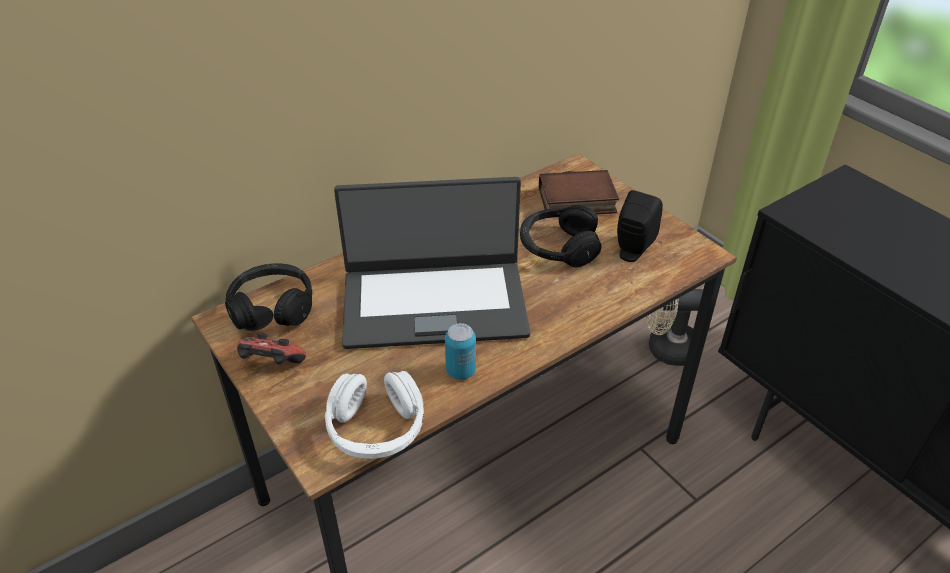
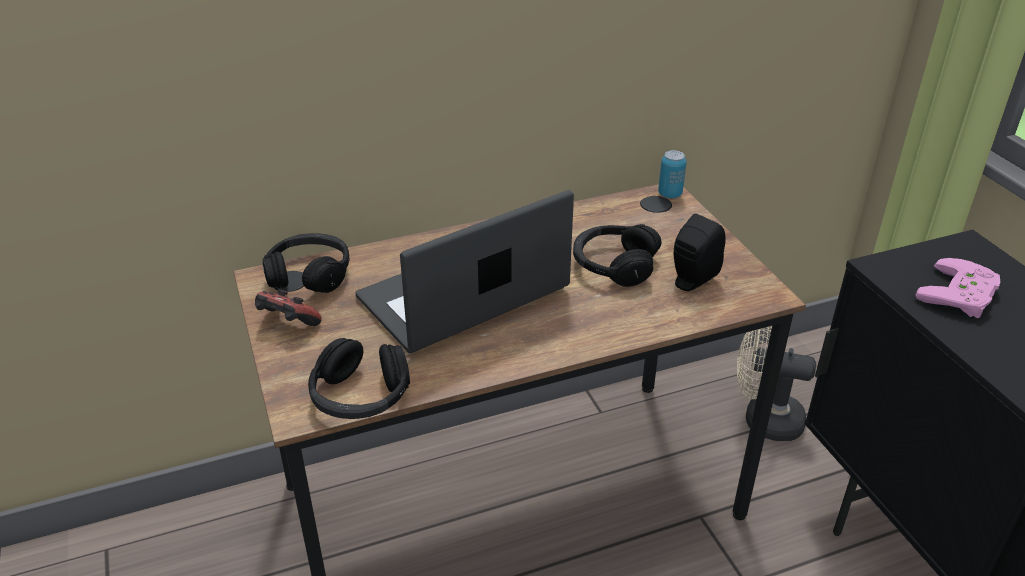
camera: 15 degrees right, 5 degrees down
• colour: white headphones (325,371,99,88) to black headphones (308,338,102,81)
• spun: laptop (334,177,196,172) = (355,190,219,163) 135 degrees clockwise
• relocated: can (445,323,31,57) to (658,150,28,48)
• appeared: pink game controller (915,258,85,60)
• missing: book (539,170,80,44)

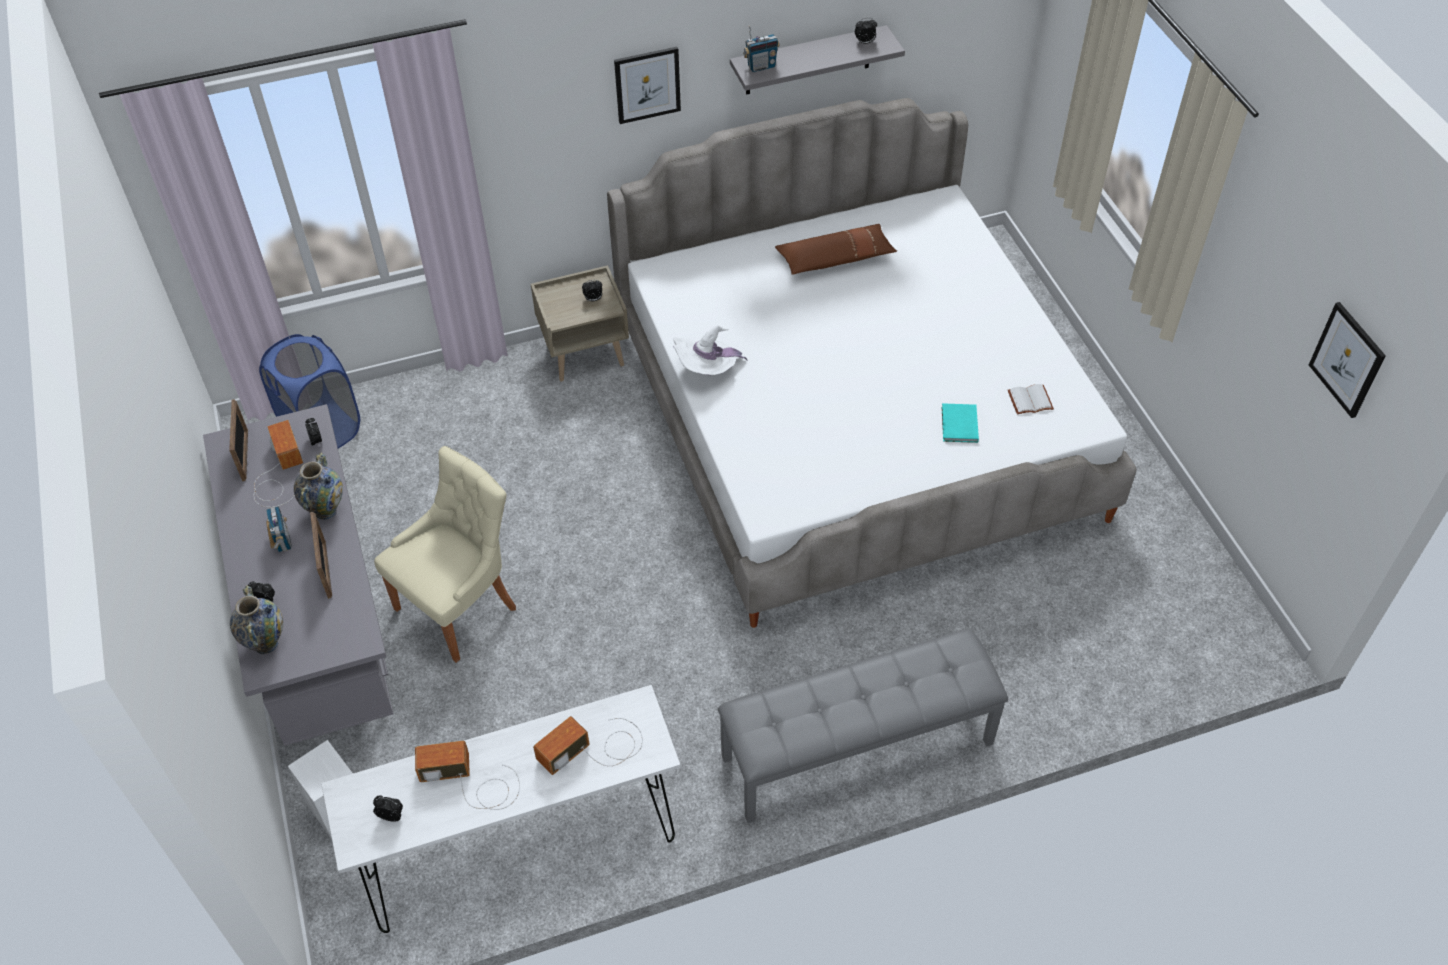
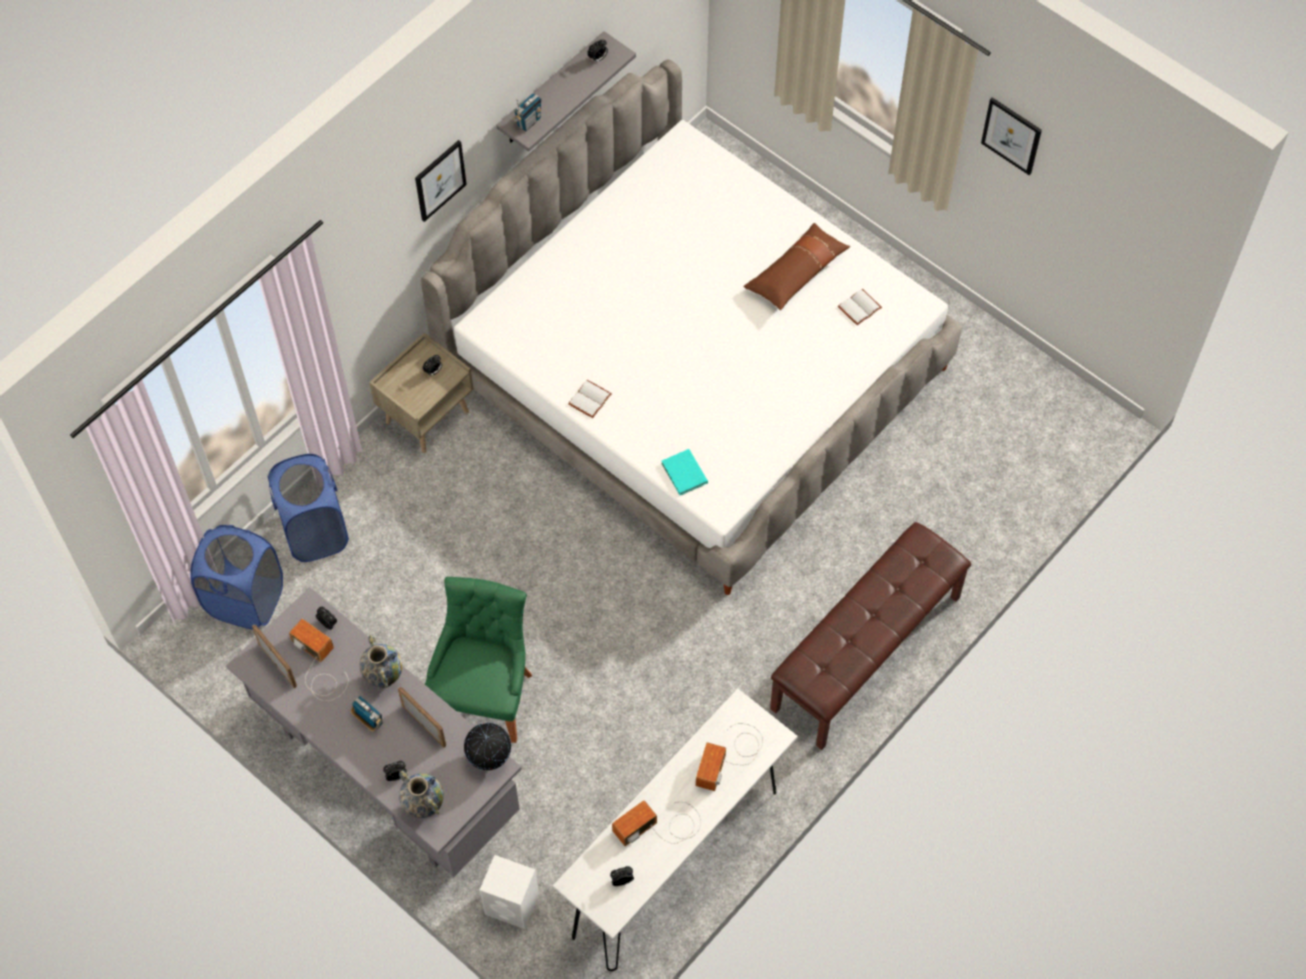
camera: 30 degrees left, 10 degrees up
• appeared: blue laundry basket (267,454,82,108)
• colour: beige chair (374,446,142,217) to green chair (425,577,107,166)
• appeared: globe (464,723,47,47)
• exchanged: white hat (673,325,75,50) to white book (568,380,44,38)
• relocated: turquoise book (942,403,37,40) to (661,449,47,46)
• relocated: brown pillow (775,224,122,51) to (743,223,107,87)
• colour: grey bench (718,629,290,194) to brown bench (770,522,201,228)
• relocated: picture (1309,302,77,116) to (981,98,61,77)

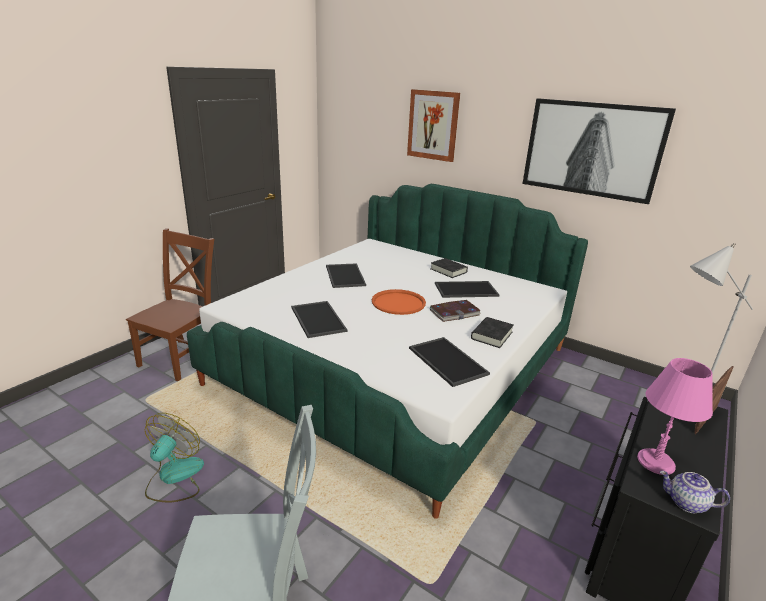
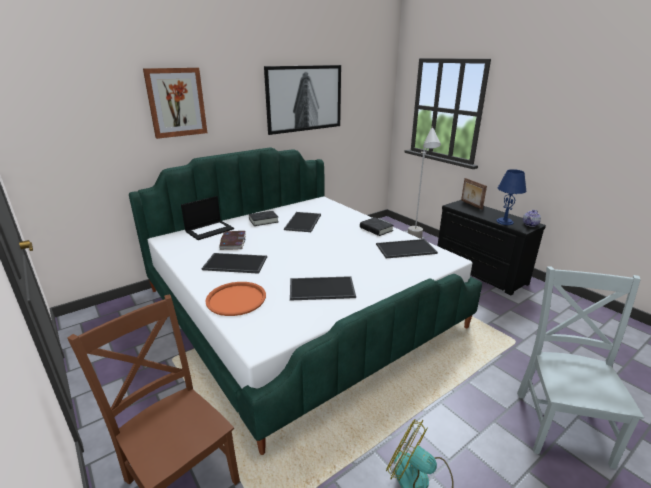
camera: 70 degrees left, 0 degrees up
• appeared: laptop (181,196,53,44)
• relocated: orange tray (372,289,54,26) to (205,282,61,34)
• relocated: book (430,300,51,22) to (219,231,27,19)
• colour: pink table lamp (637,358,76,117) to blue table lamp (496,169,30,56)

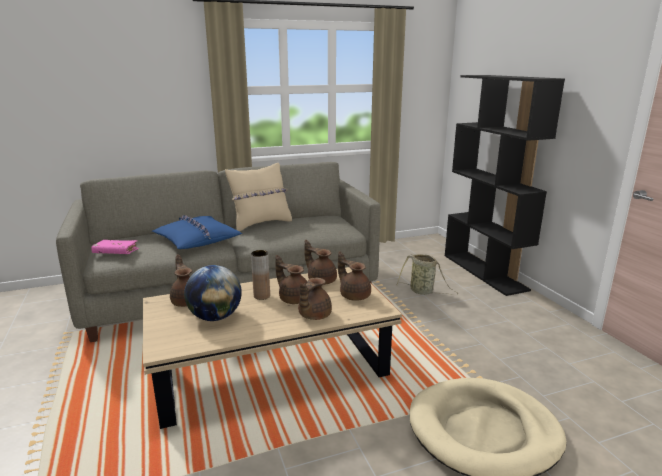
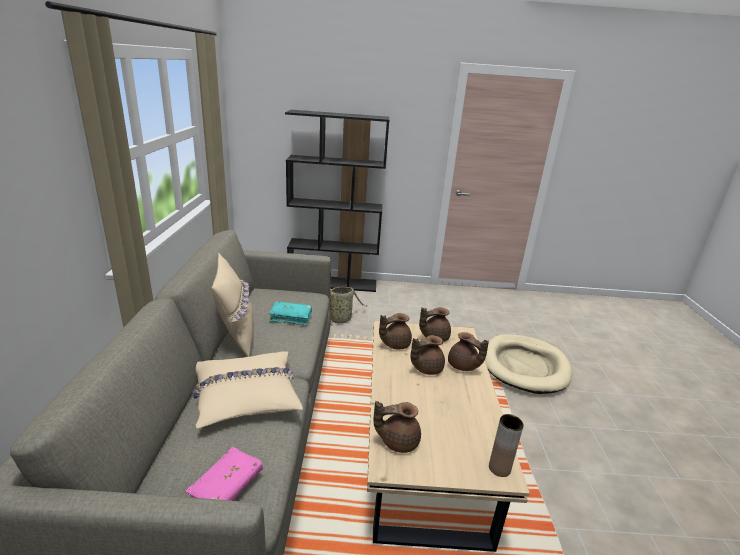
camera: 70 degrees left, 5 degrees up
• colour: blue pillow (152,215,90,34) to beige pillow (192,351,111,78)
• appeared: turquoise book (269,301,43,25)
• relocated: brown vase (251,250,19,50) to (489,414,35,63)
• missing: globe (184,265,58,56)

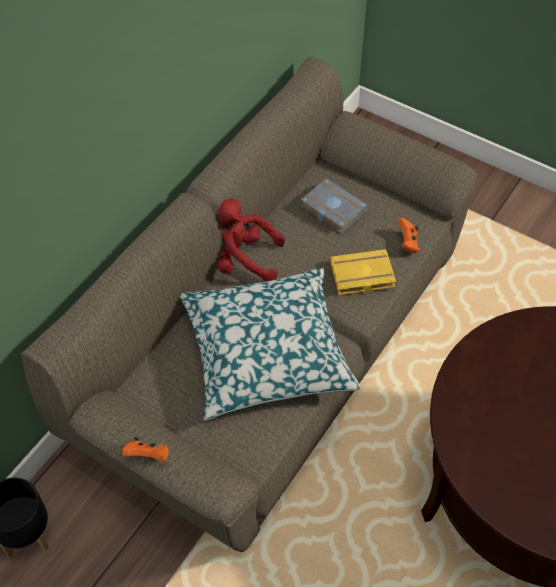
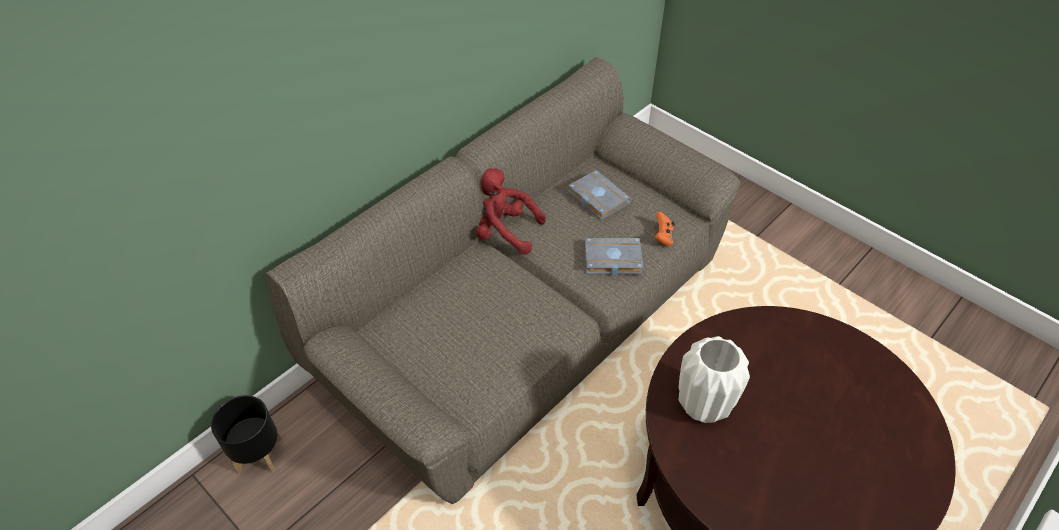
camera: 10 degrees right, 5 degrees down
• colour: yellow book (330,249,66,46) to grey book (585,238,58,38)
• appeared: white vase (679,336,71,87)
• missing: orange game controller (122,437,47,25)
• missing: pillow (180,268,181,152)

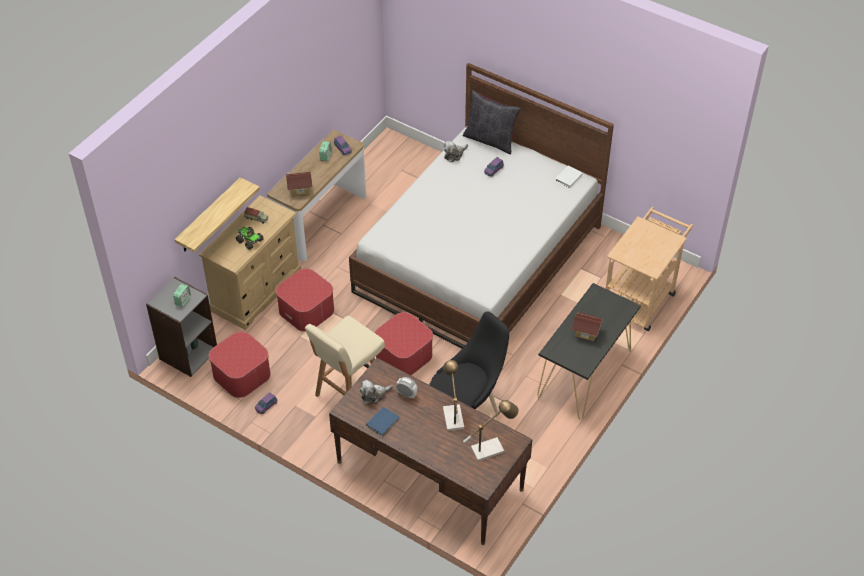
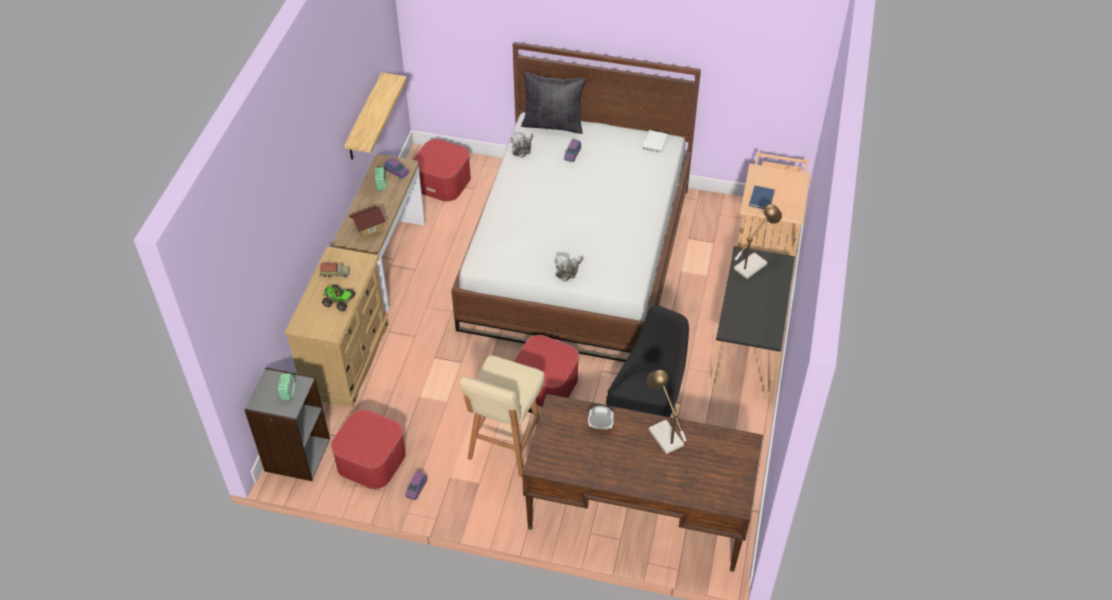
camera: 20 degrees left, 0 degrees up
• relocated: shelf (174,177,86,75) to (344,73,63,87)
• relocated: ottoman (276,269,58,63) to (413,139,58,63)
• relocated: plush toy (360,380,33,25) to (554,255,30,26)
• relocated: table lamp (463,400,56,61) to (734,204,48,75)
• relocated: blue book (366,407,33,29) to (749,186,26,23)
• missing: toy house (571,312,32,30)

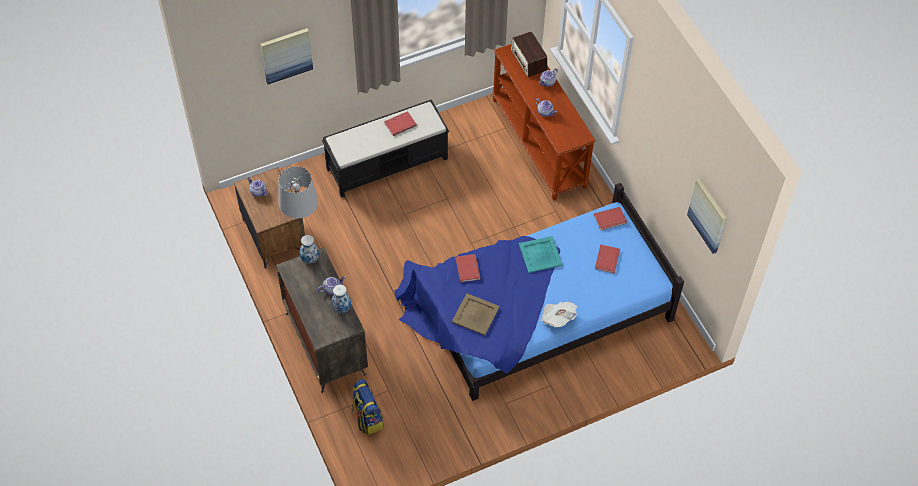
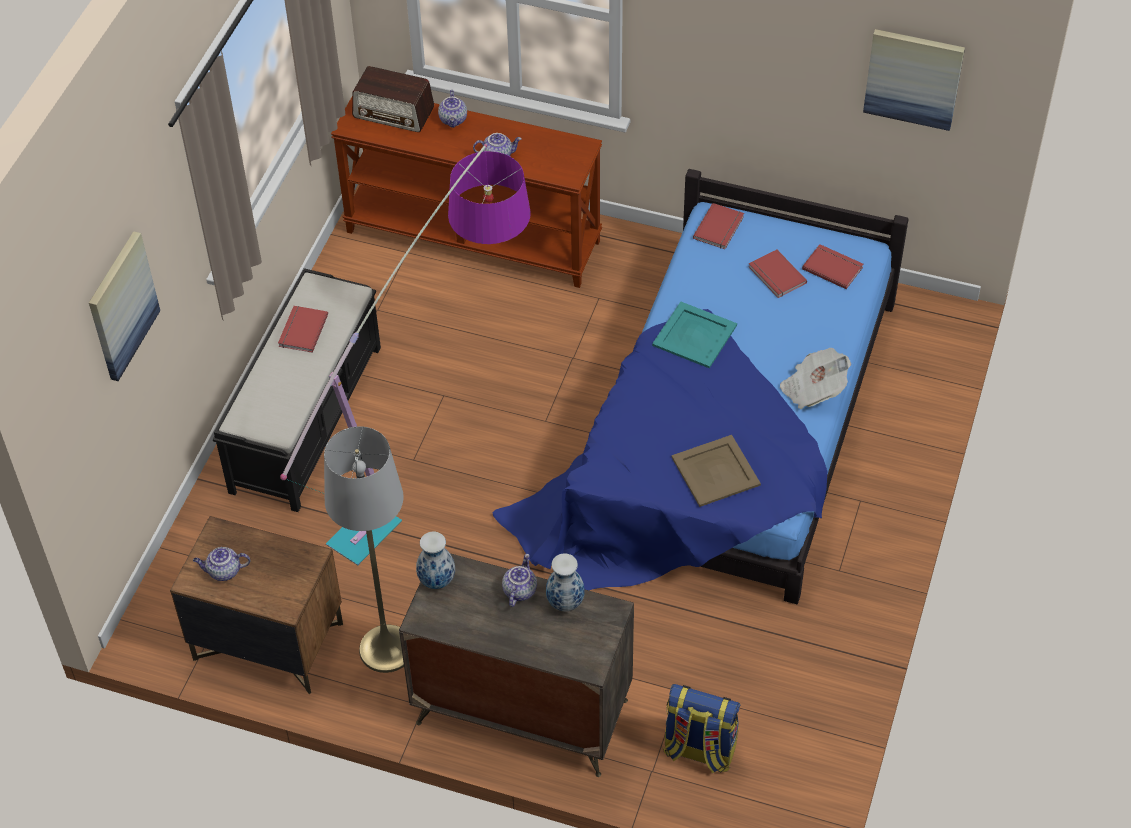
camera: 45 degrees left, 5 degrees down
• appeared: floor lamp (280,144,251,421)
• relocated: red book (455,254,25,28) to (802,244,61,45)

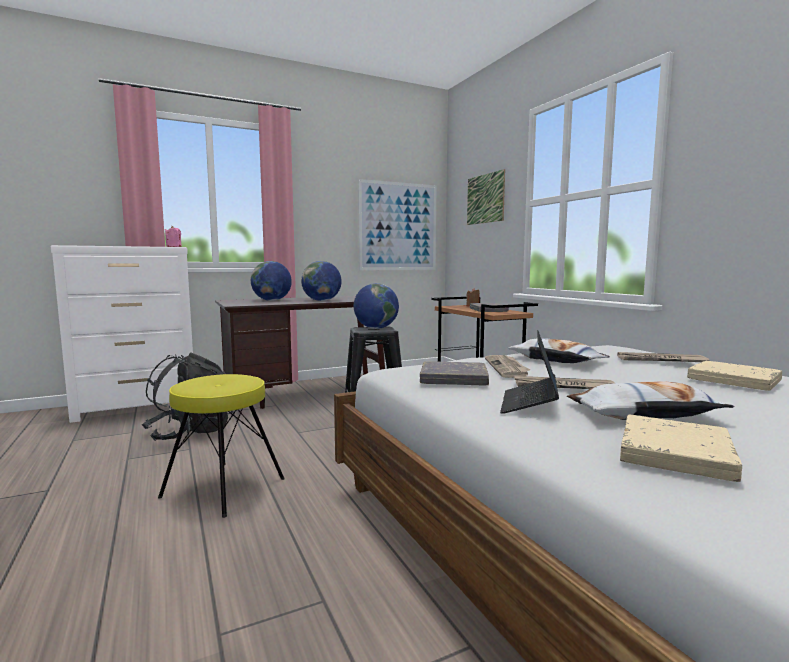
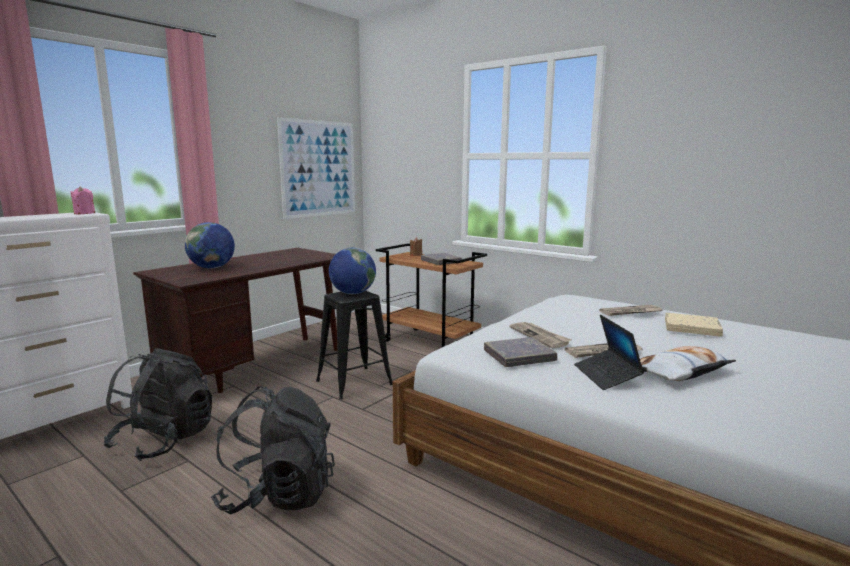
camera: 25 degrees left, 5 degrees up
• exchanged: yellow stool (158,374,127,144) to black backpack (211,386,124,128)
• missing: globe (301,261,41,40)
• missing: picture (467,169,38,56)
• missing: pillow (508,338,102,25)
• missing: beige book (620,415,122,67)

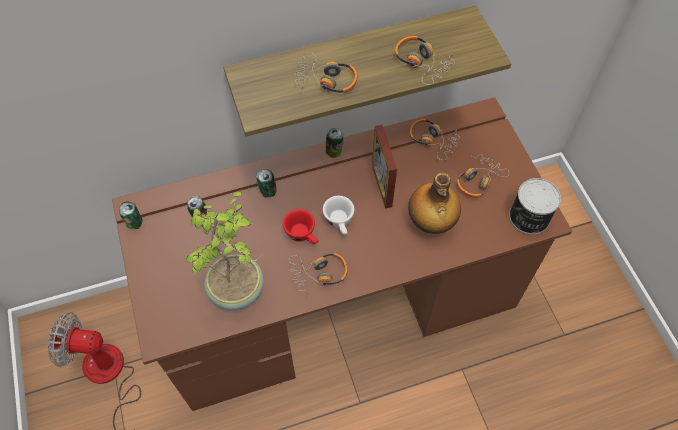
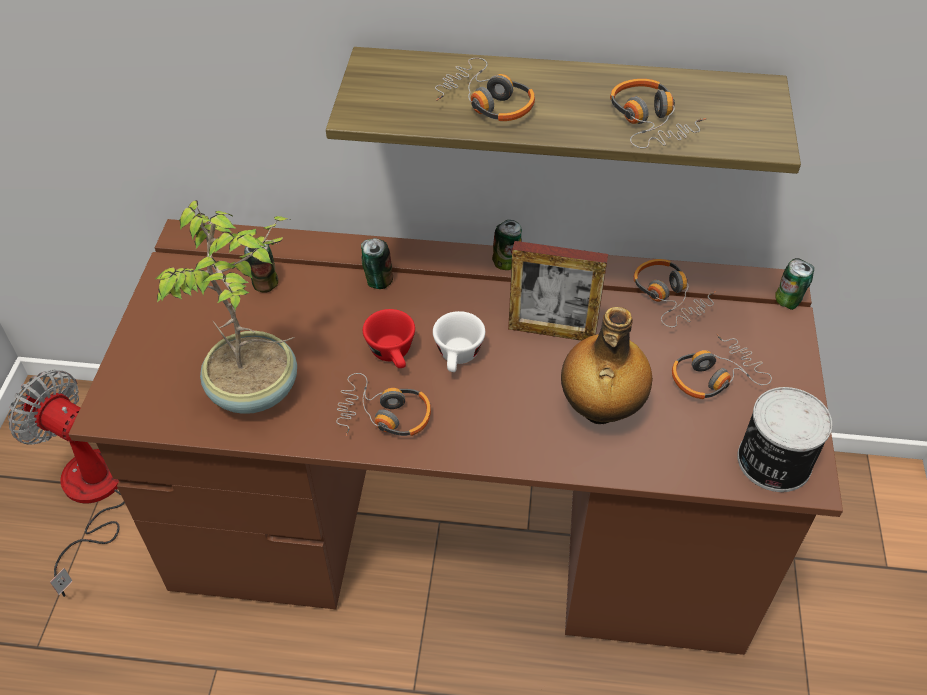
camera: 25 degrees right, 10 degrees down
• spun: picture frame (372,125,25,83) = (508,241,100,100) 90 degrees counterclockwise
• relocated: can (119,202,23,27) to (775,258,39,52)

